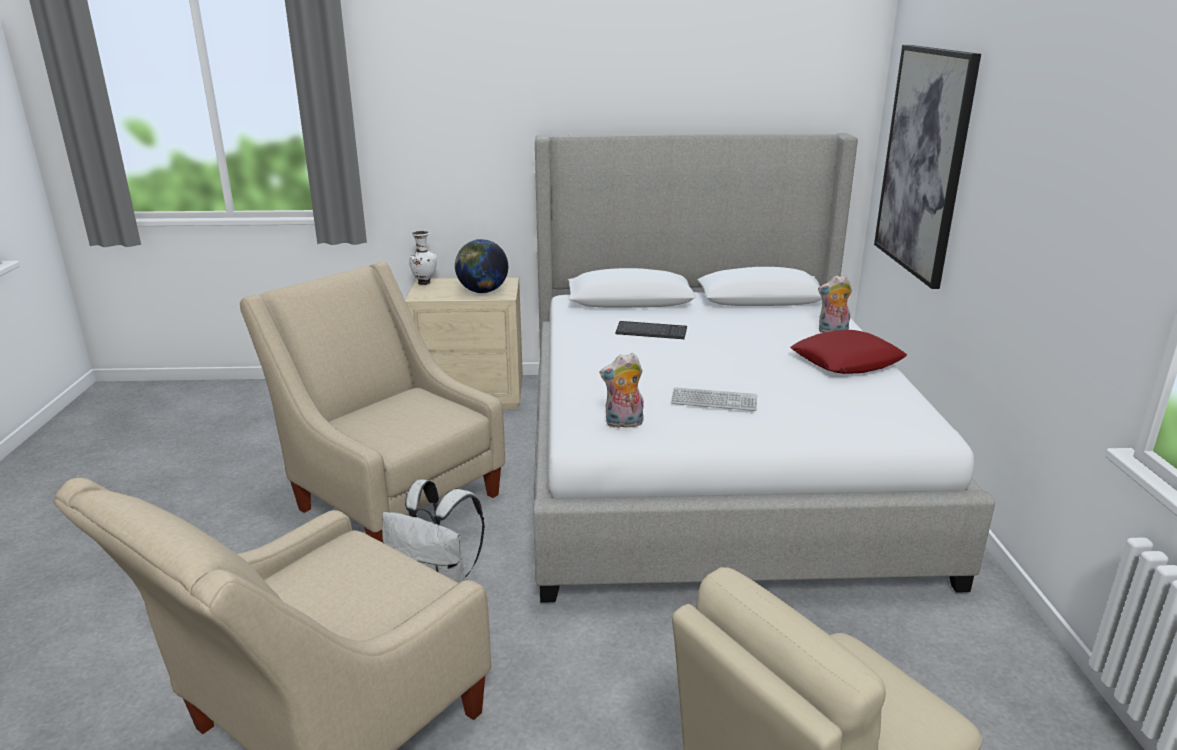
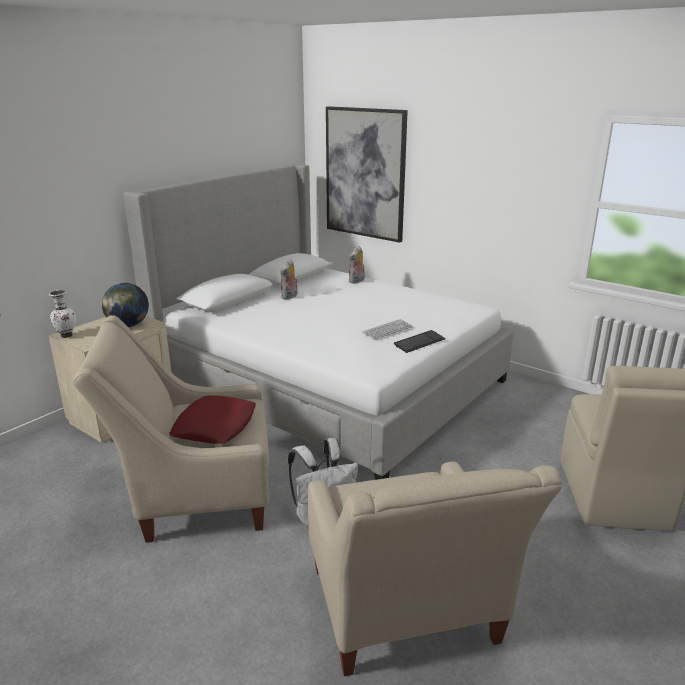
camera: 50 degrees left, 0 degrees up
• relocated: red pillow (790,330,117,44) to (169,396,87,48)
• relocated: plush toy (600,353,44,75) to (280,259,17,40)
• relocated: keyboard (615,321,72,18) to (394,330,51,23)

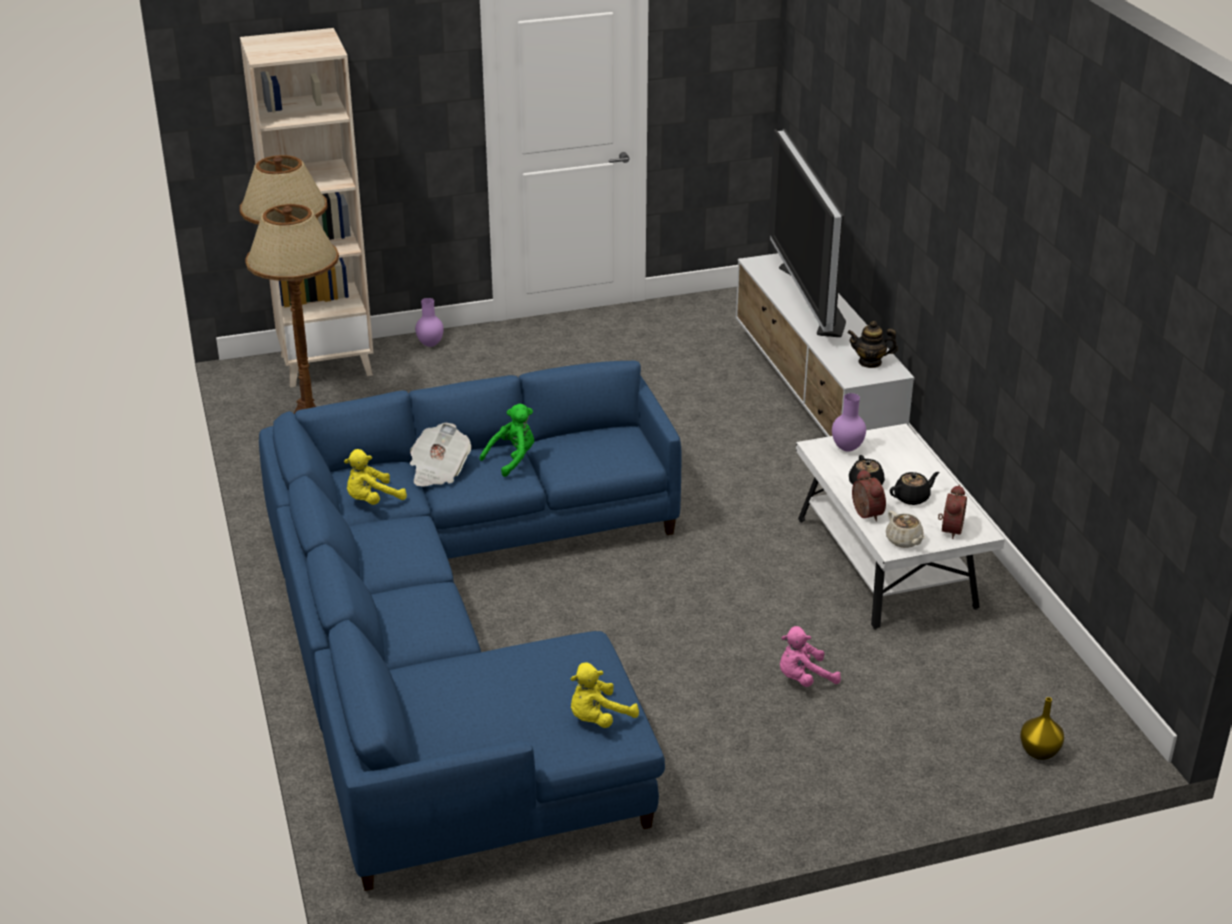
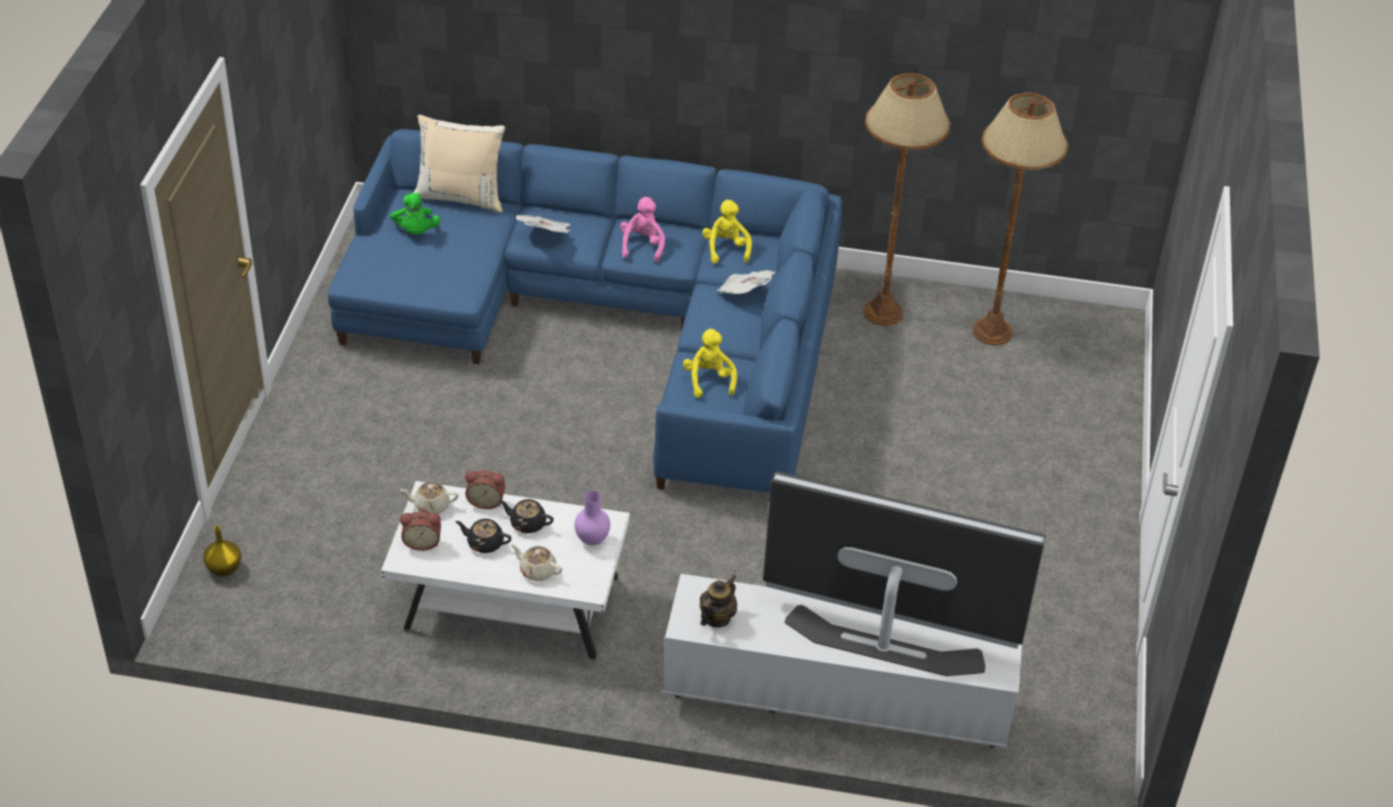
camera: 115 degrees right, 10 degrees up
• relocated: green plush toy (480,404,54,73) to (390,193,50,41)
• spun: alarm clock (938,485,29,54) = (400,511,41,40) 45 degrees counterclockwise
• appeared: beige pillow (413,115,92,98)
• spun: black teapot (890,472,50,33) = (455,519,57,34) 105 degrees clockwise
• appeared: beige teapot (511,544,51,37)
• appeared: newspaper (516,215,55,18)
• relocated: pink plush toy (780,626,61,61) to (620,197,45,65)
• relocated: yellow plush toy (571,662,68,66) to (683,328,54,70)
• missing: beige bookcase (240,28,133,360)
• missing: purple vase (415,298,29,49)

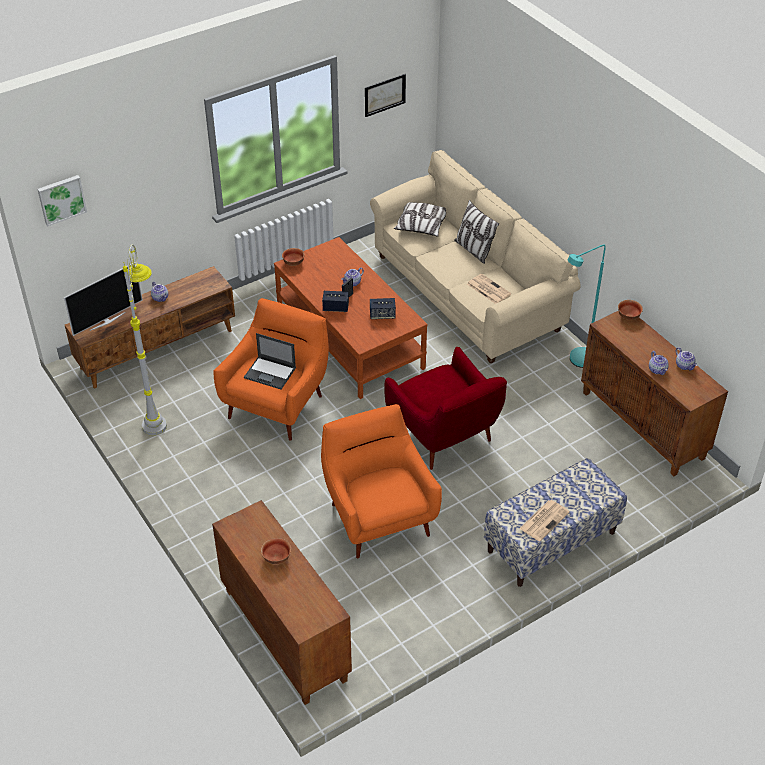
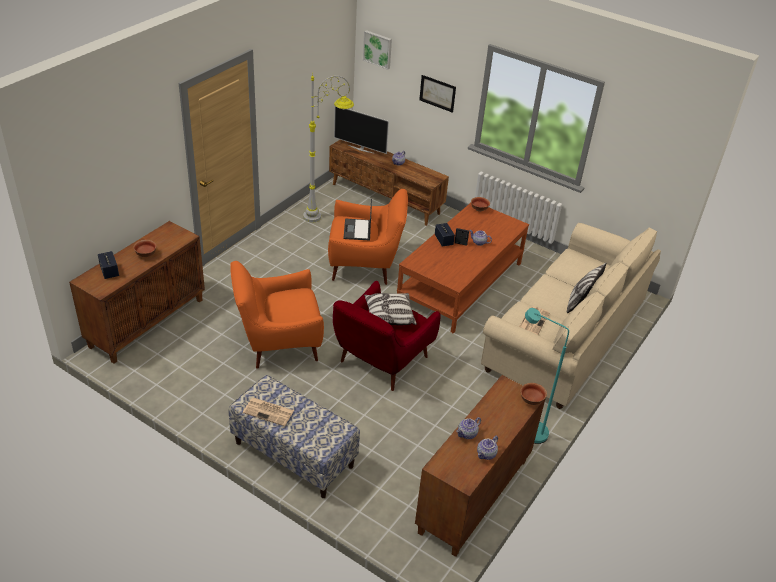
camera: 65 degrees right, 5 degrees down
• relocated: speaker (370,298,26,21) to (98,251,21,28)
• spun: orange armchair (321,404,121,154) = (230,261,94,108) 150 degrees counterclockwise
• relocated: pillow (394,202,52,35) to (364,293,53,33)
• relocated: picture (365,74,41,43) to (419,75,37,38)

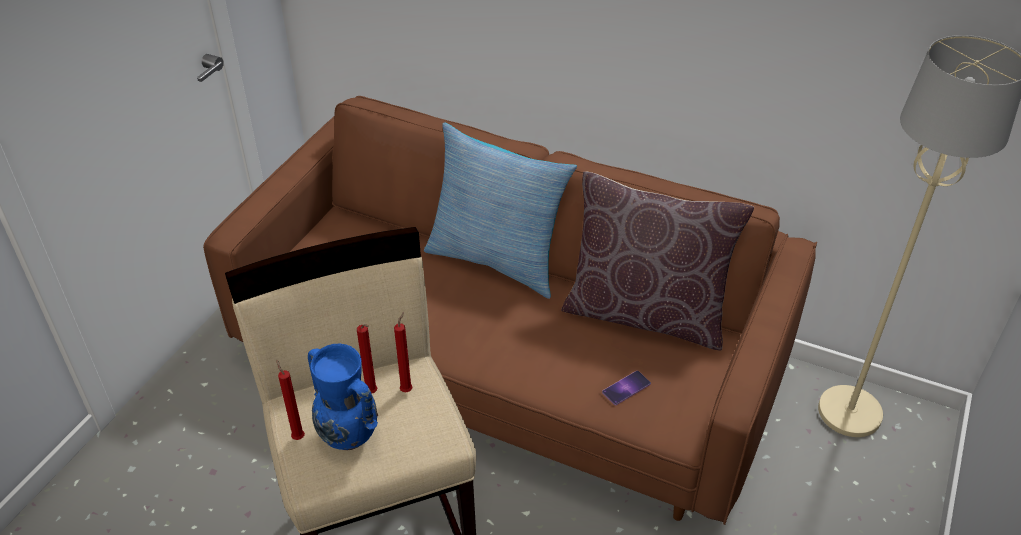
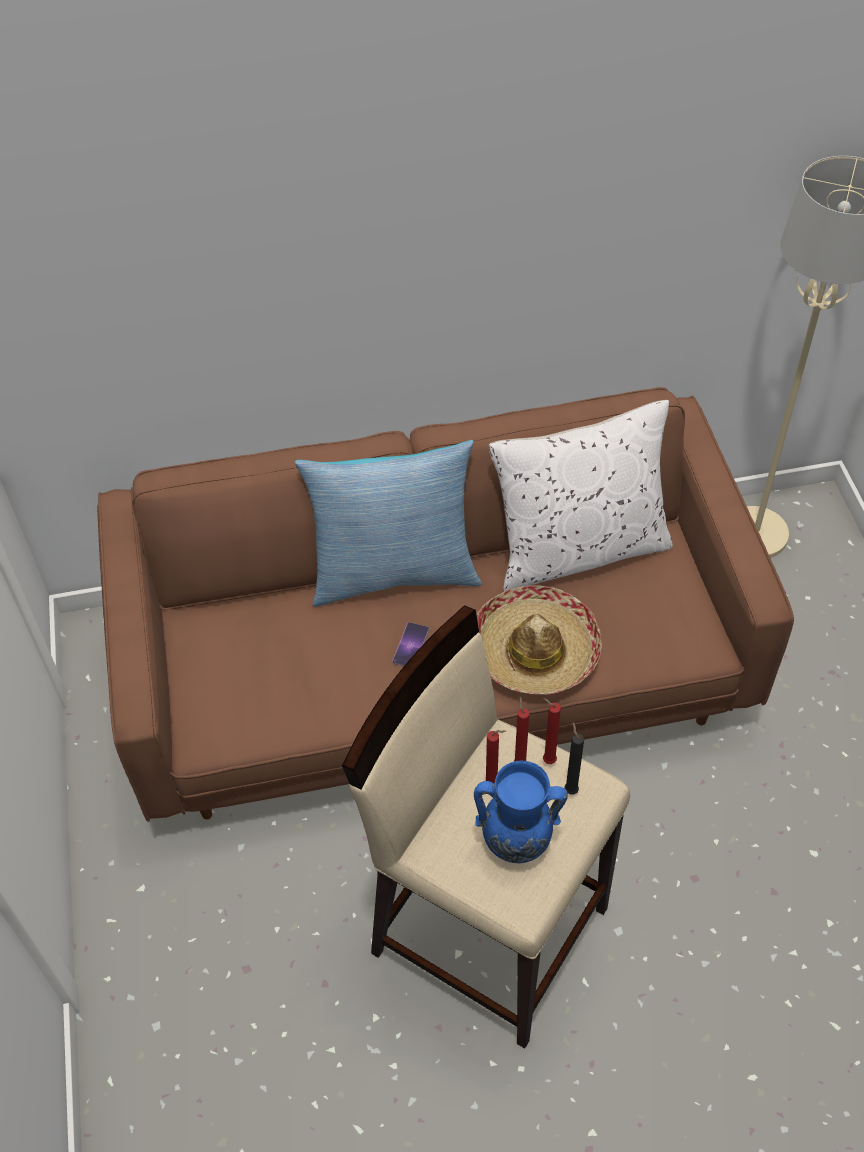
camera: 35 degrees left, 10 degrees up
• relocated: phone (602,371,49,34) to (393,622,36,44)
• appeared: hat (477,585,125,110)
• colour: brown pillow (561,171,193,180) to white pillow (489,400,184,192)
• relocated: red candle (276,360,29,80) to (543,698,18,66)
• appeared: black candle (564,722,20,73)

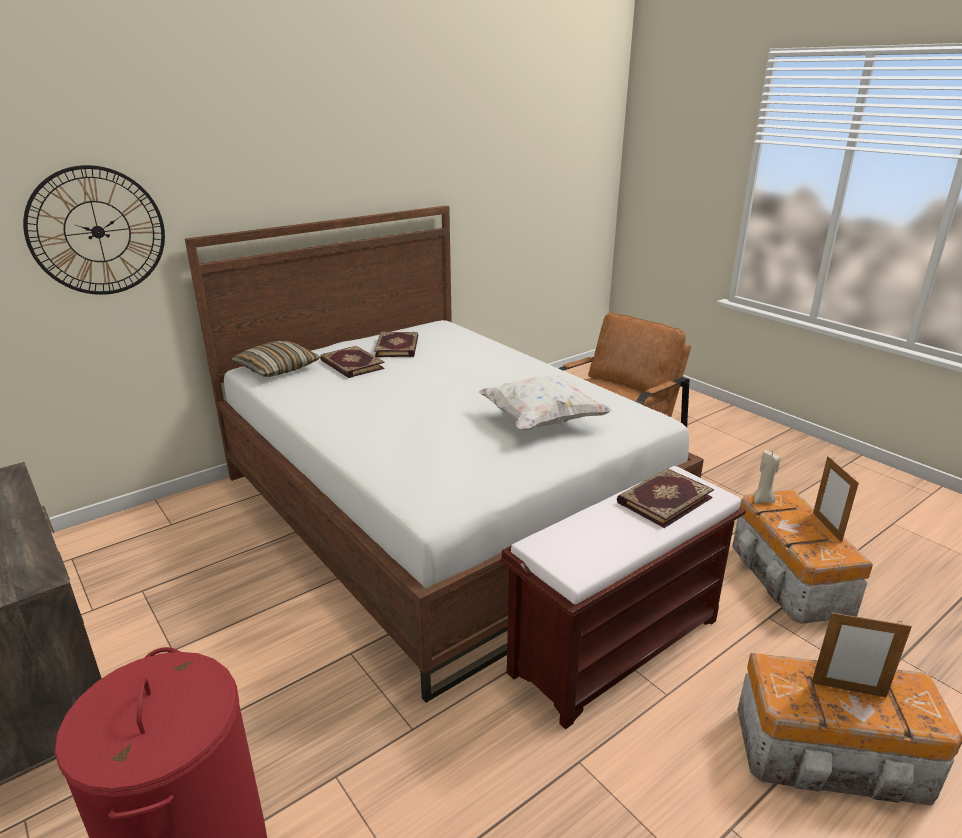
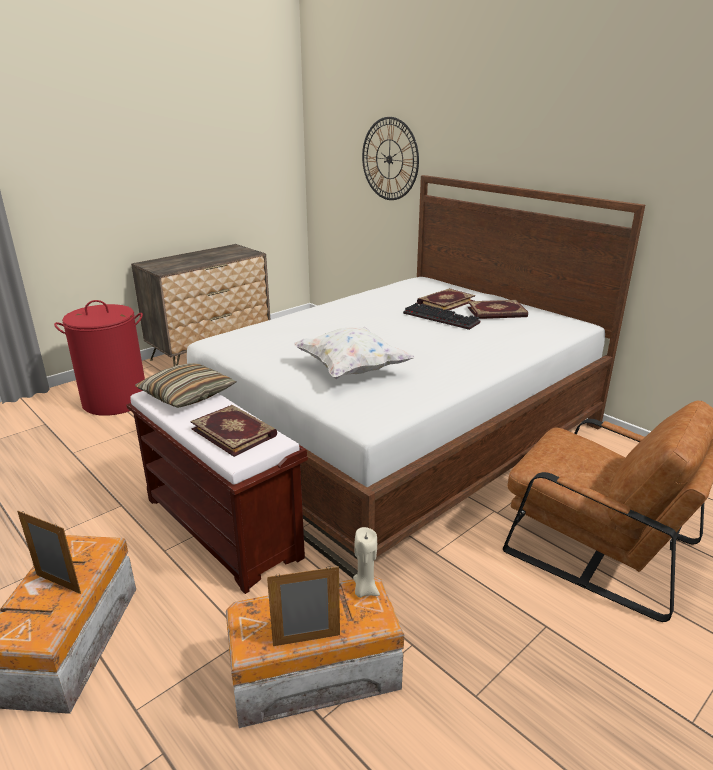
camera: 85 degrees right, 0 degrees up
• spun: picture frame (811,612,101,85) = (17,511,64,83) 105 degrees clockwise
• relocated: pillow (232,341,88,36) to (135,363,101,45)
• appeared: keyboard (403,303,77,27)

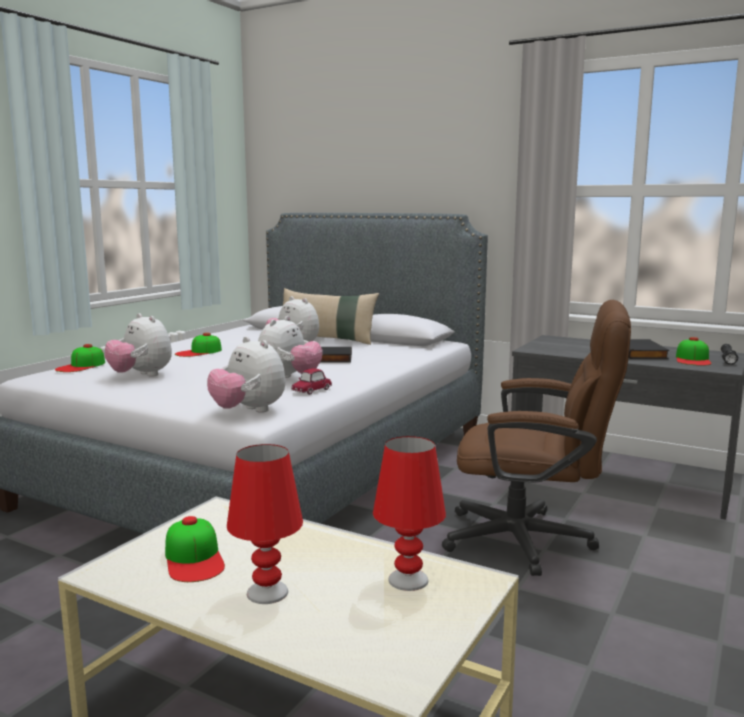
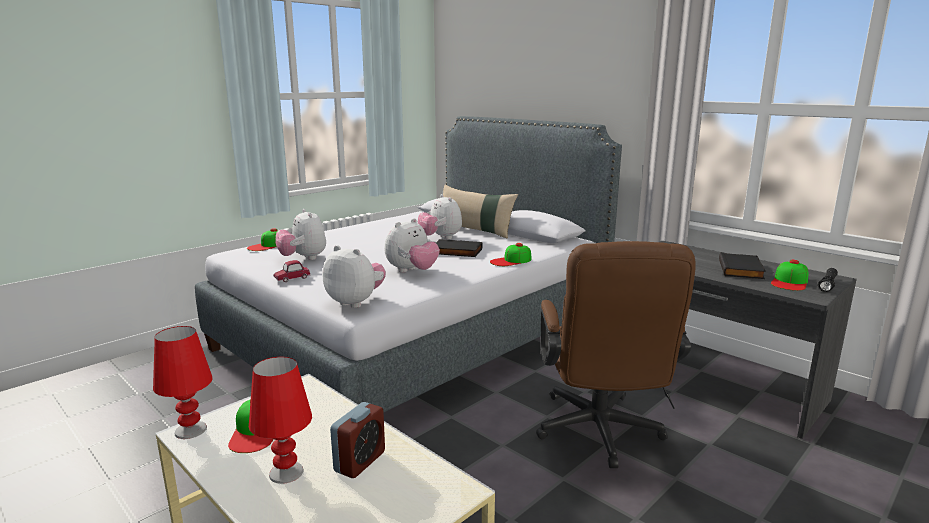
camera: 15 degrees right, 5 degrees up
• relocated: red table lamp (373,436,73,155) to (153,326,60,113)
• relocated: toy car (291,368,41,27) to (273,260,38,22)
• spun: plush toy (207,336,78,77) = (323,245,63,63) 150 degrees clockwise
• appeared: alarm clock (330,402,55,76)
• relocated: cap (175,333,47,24) to (490,243,42,23)
• spun: brown office chair (442,300,189,276) = (536,241,160,227) 60 degrees clockwise

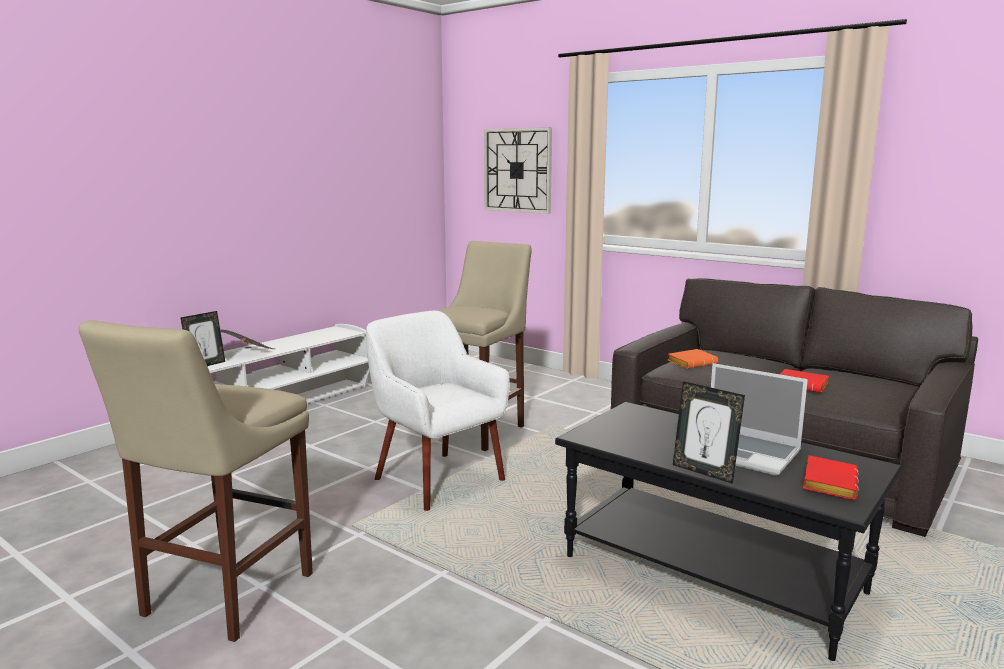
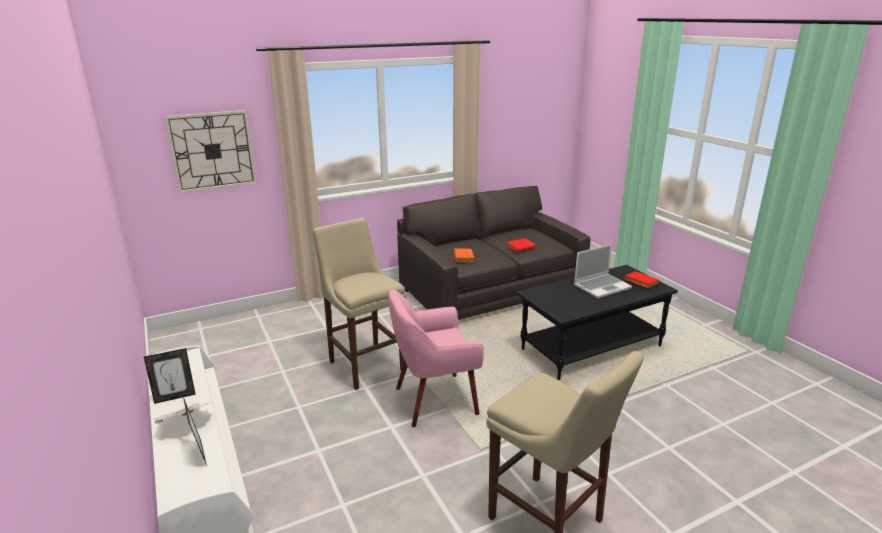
camera: 65 degrees left, 10 degrees up
• relocated: picture frame (673,381,72,103) to (144,348,52,56)
• colour: white armchair (366,311,144,200) to pink armchair (388,290,96,137)

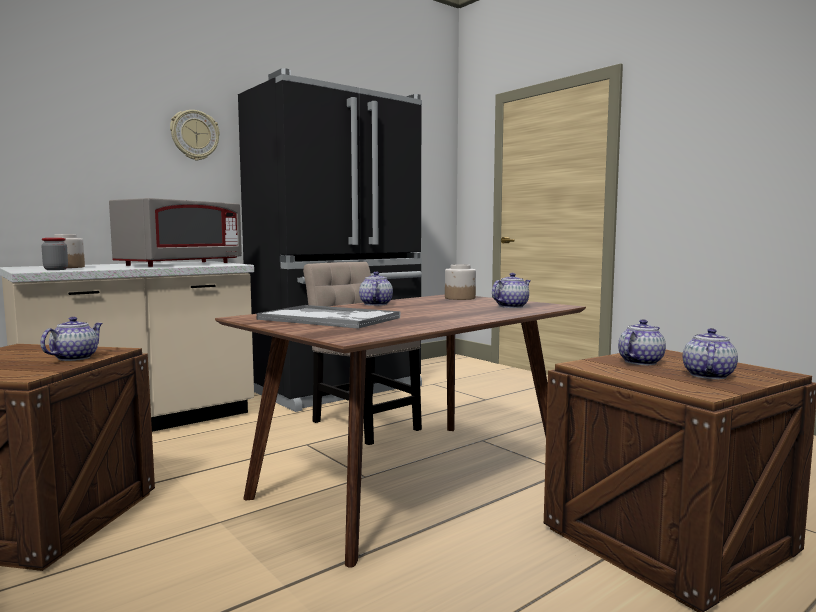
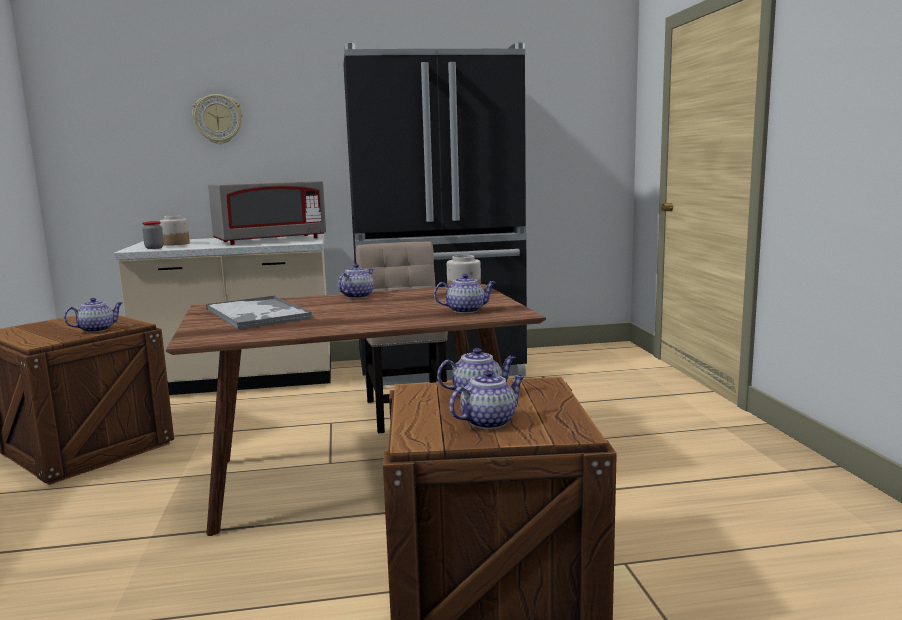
camera: 30 degrees right, 5 degrees up
• relocated: wall clock (170,110,50,51) to (192,94,51,50)

